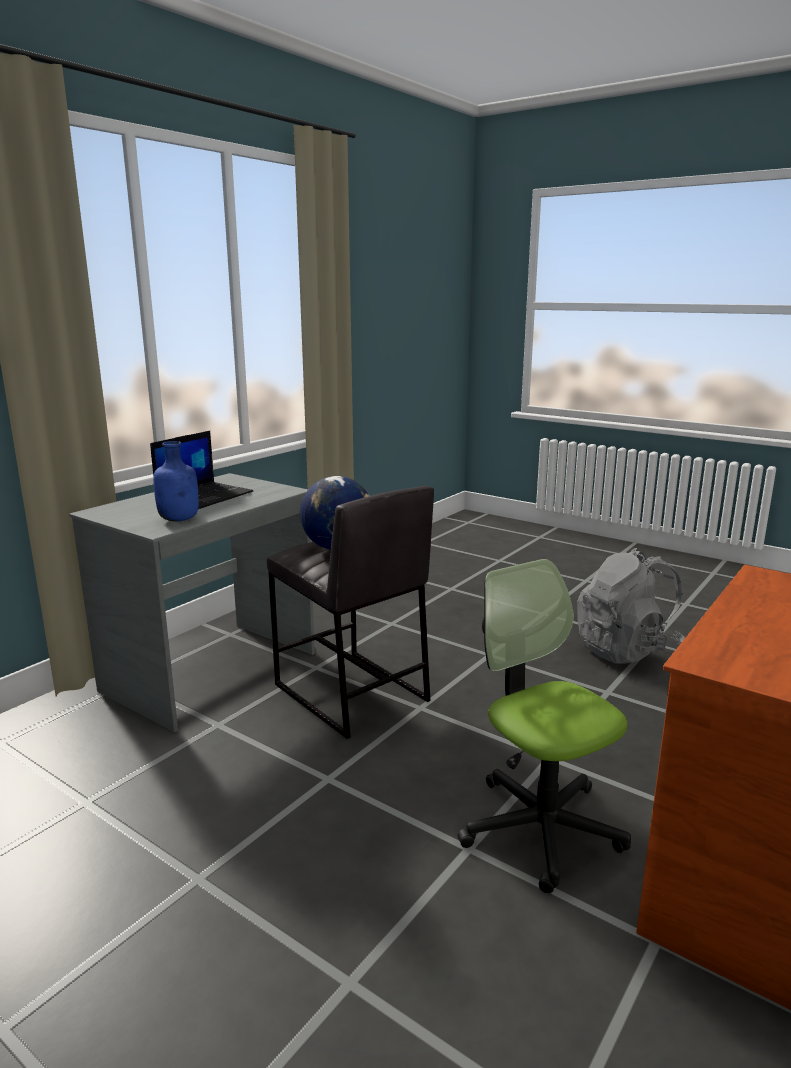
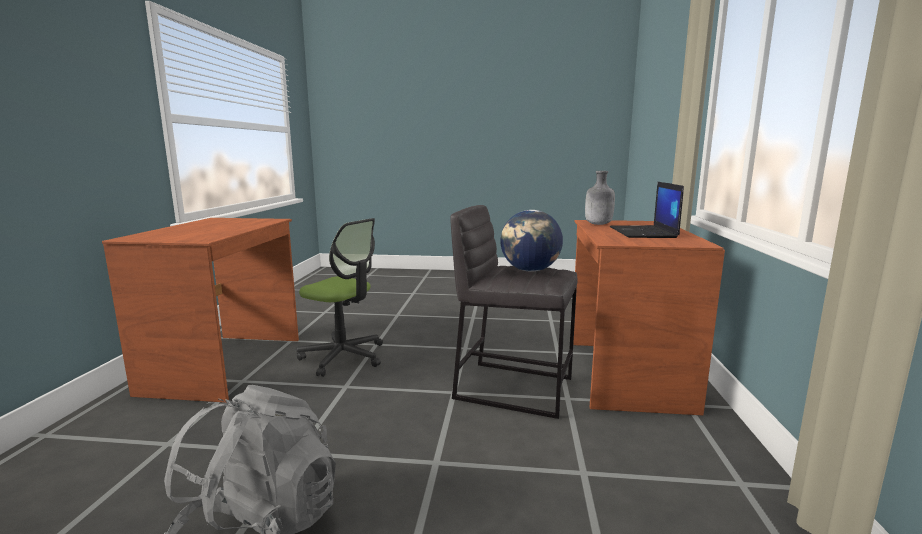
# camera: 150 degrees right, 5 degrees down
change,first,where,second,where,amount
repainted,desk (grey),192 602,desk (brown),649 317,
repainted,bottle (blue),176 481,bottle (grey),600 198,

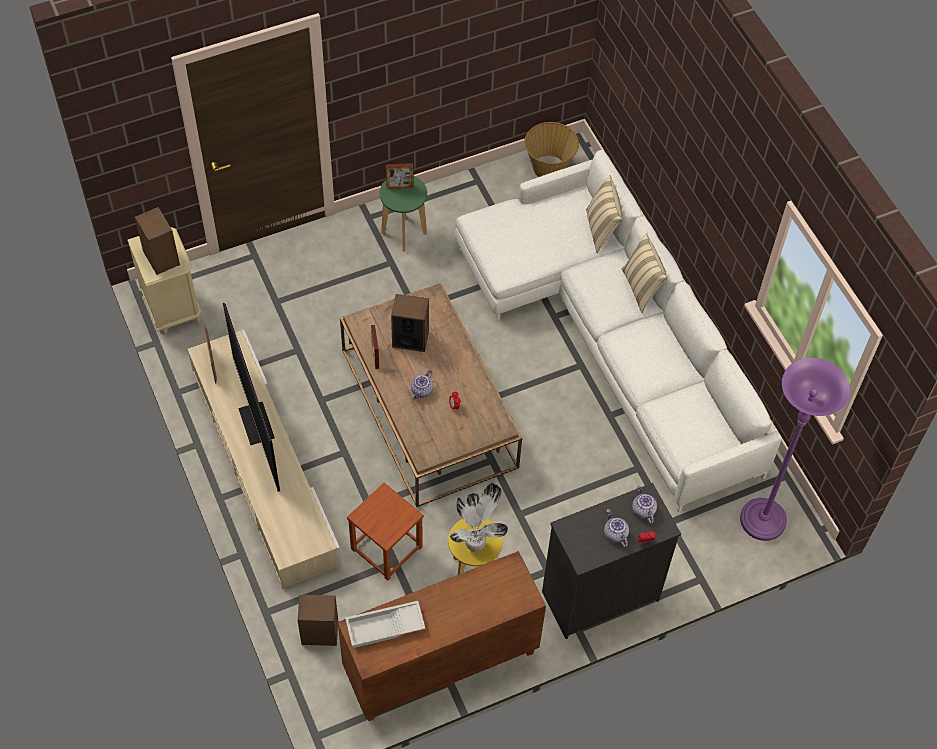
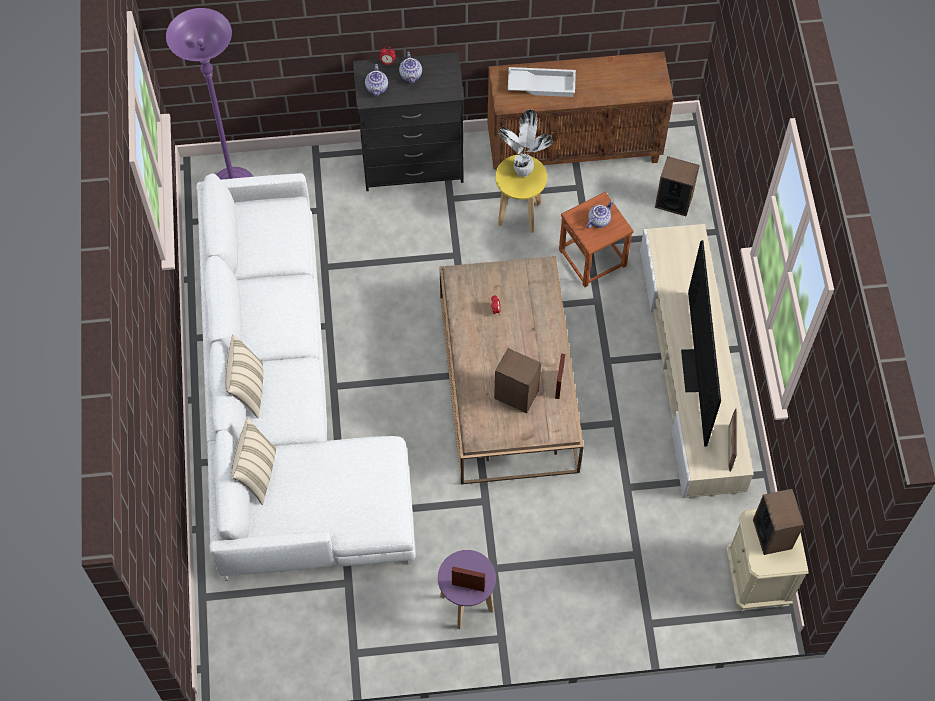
# camera: 160 degrees left, 5 degrees up
change,first,where,second,where,amount
shifted,tray (white),385 624,,542 82,
repainted,stool (green),403 213,stool (purple),467 589,
shifted,teapot,422 384,,600 214,
gone,basket,551 149,,,

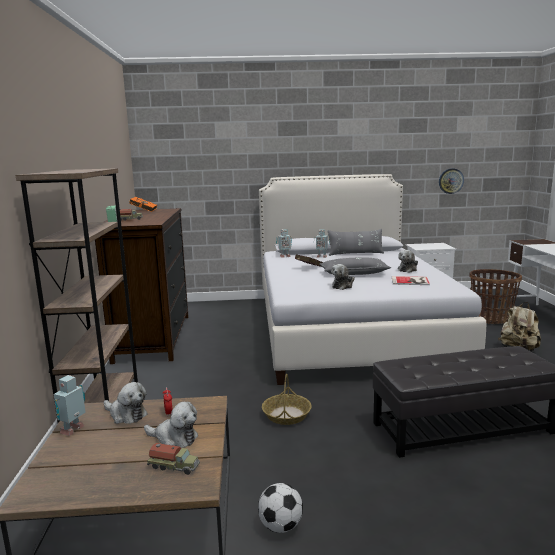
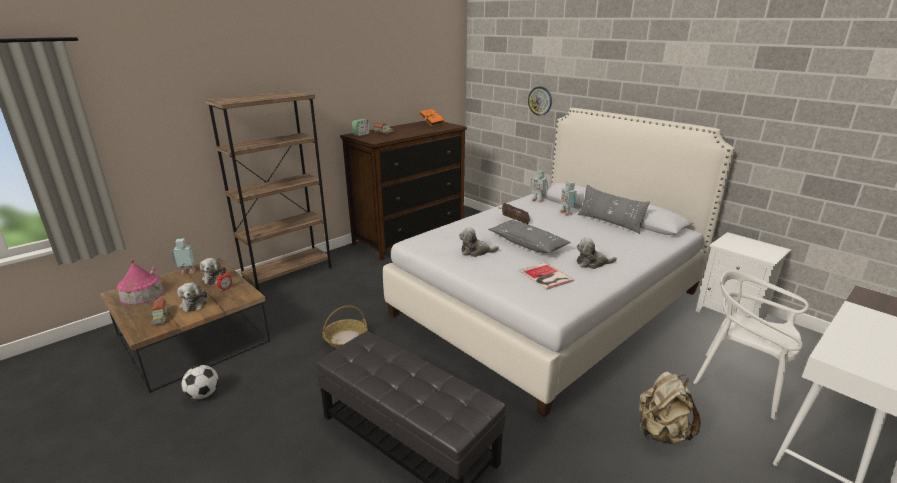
# camera: 50 degrees right, 10 degrees up
change,first,where,second,where,amount
shifted,wall clock,451 181,,540 101,
swapped,basket,495 296,chair (white),751 345,
new,,,toy house,140 282,

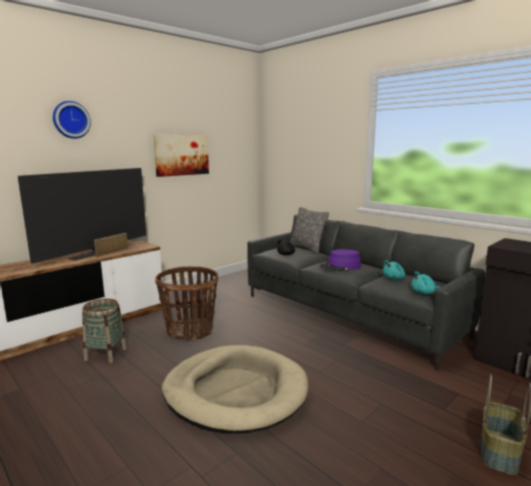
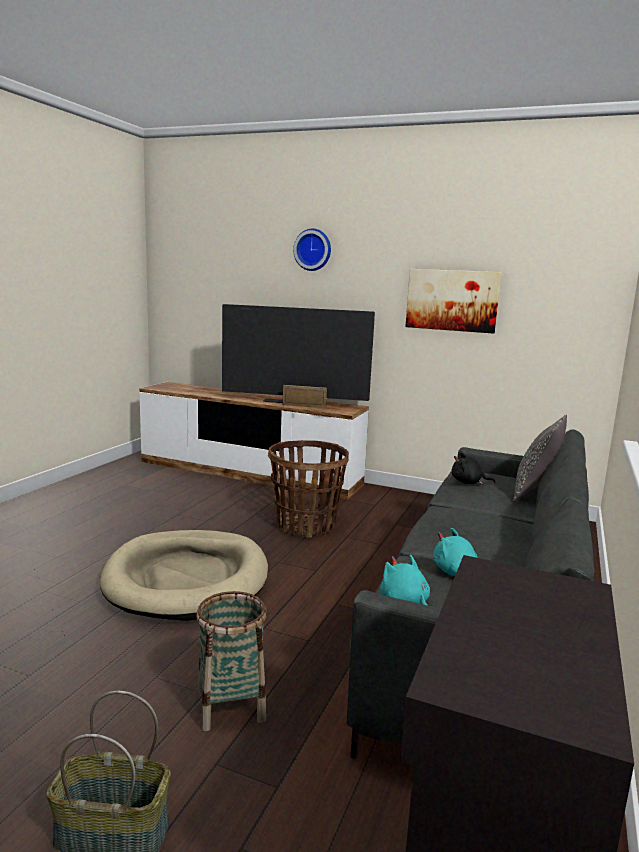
# camera: 65 degrees right, 0 degrees up
change,first,where,second,where,amount
shifted,basket,104 331,,231 661,
gone,hat (purple),340 260,,,

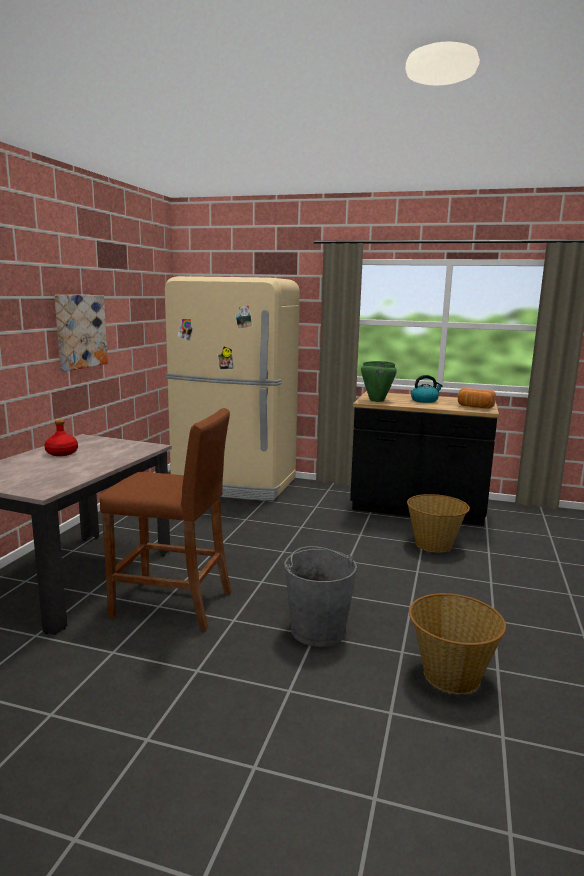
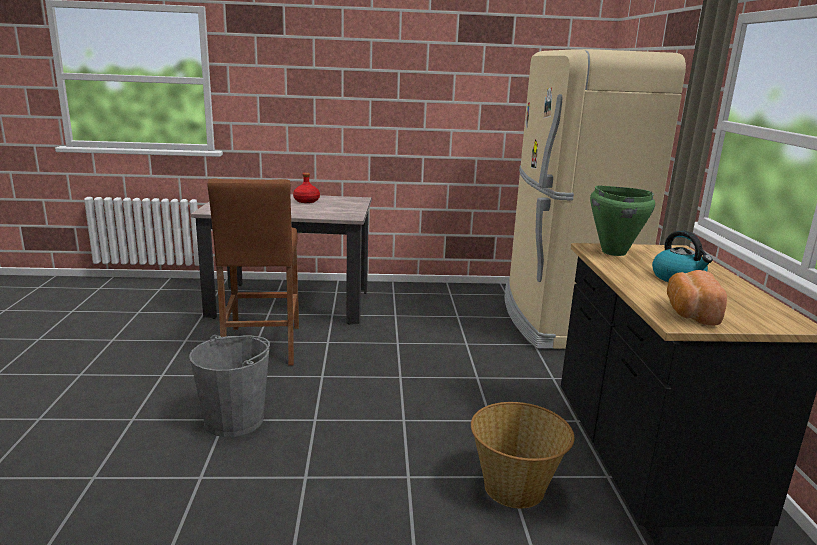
# camera: 70 degrees right, 5 degrees up
change,first,where,second,where,amount
gone,picture,81 333,,,
gone,basket,457 643,,,

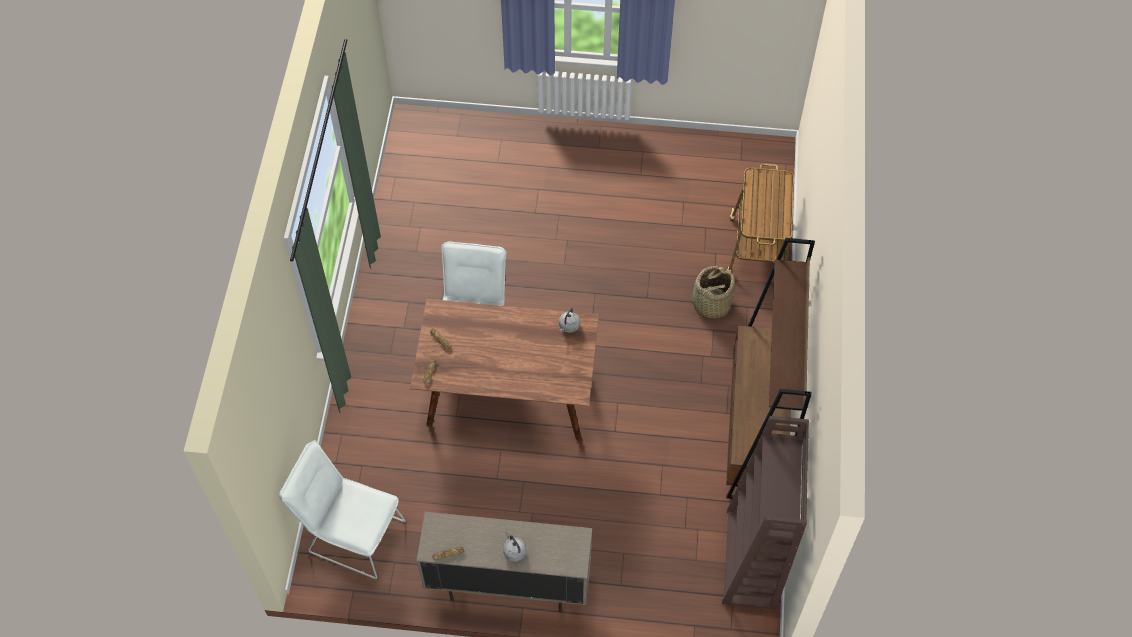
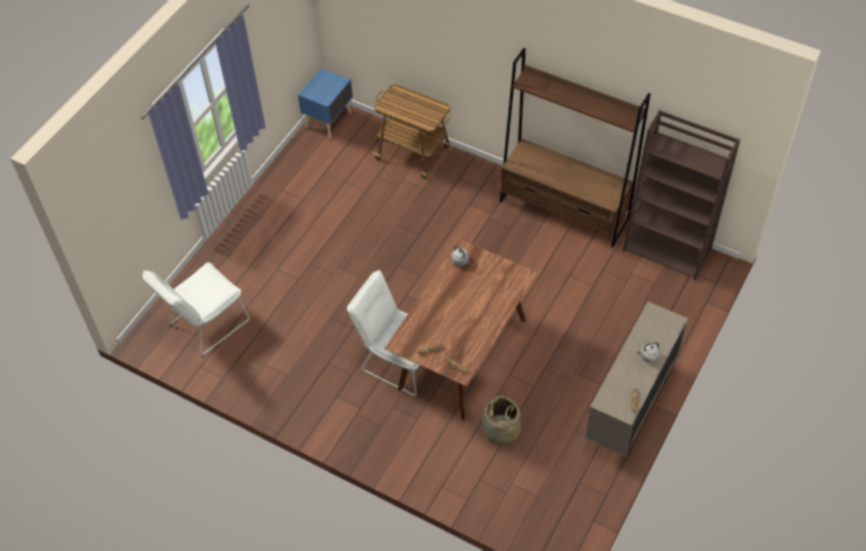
# camera: 65 degrees left, 5 degrees down
change,first,where,second,where,amount
shifted,chair (white),342 509,,196 308,
shifted,basket,713 292,,501 421,
new,,,nightstand (blue),325 103,

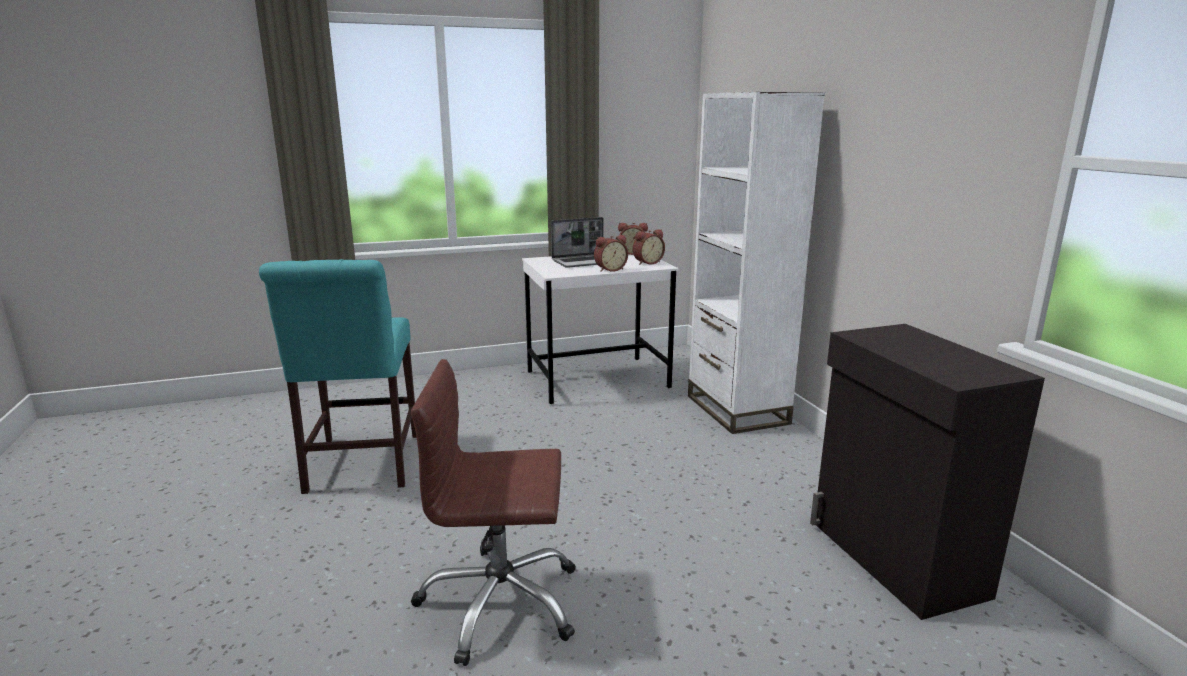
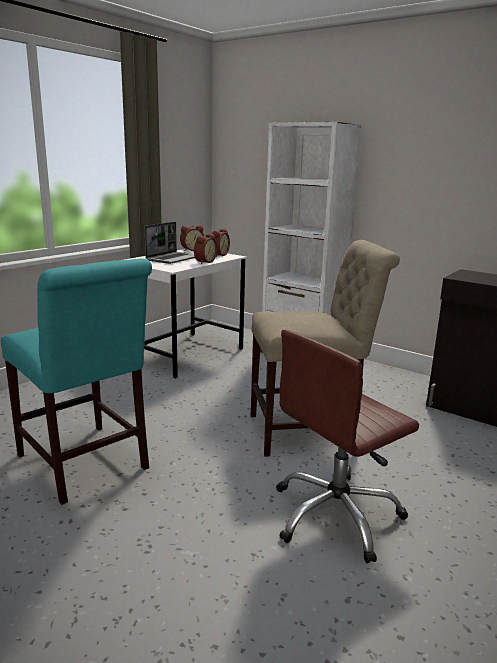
# camera: 35 degrees left, 0 degrees up
change,first,where,second,where,amount
new,,,chair (beige),325 348,

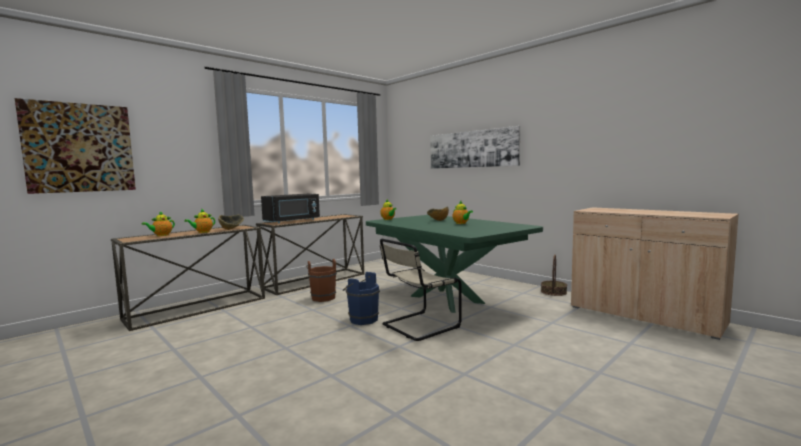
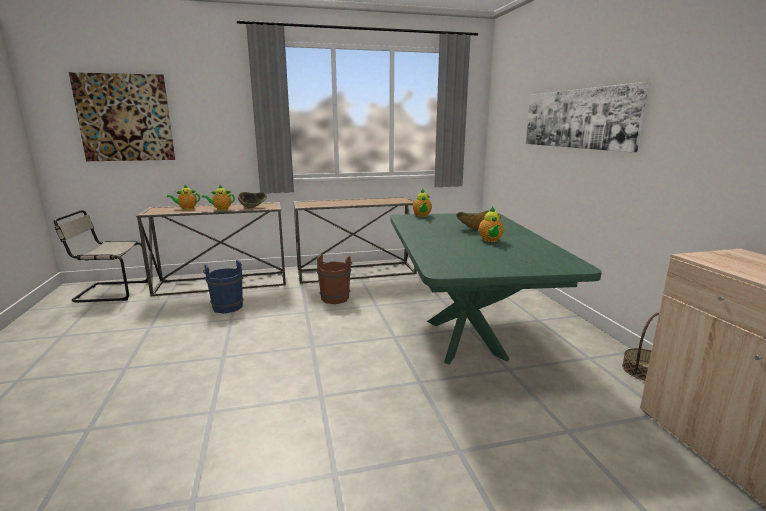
# camera: 30 degrees right, 10 degrees up
change,first,where,second,where,amount
gone,microwave (black),290 208,,,
shifted,bucket (blue),361 298,,223 286,
shifted,chair (beige),421 290,,101 256,

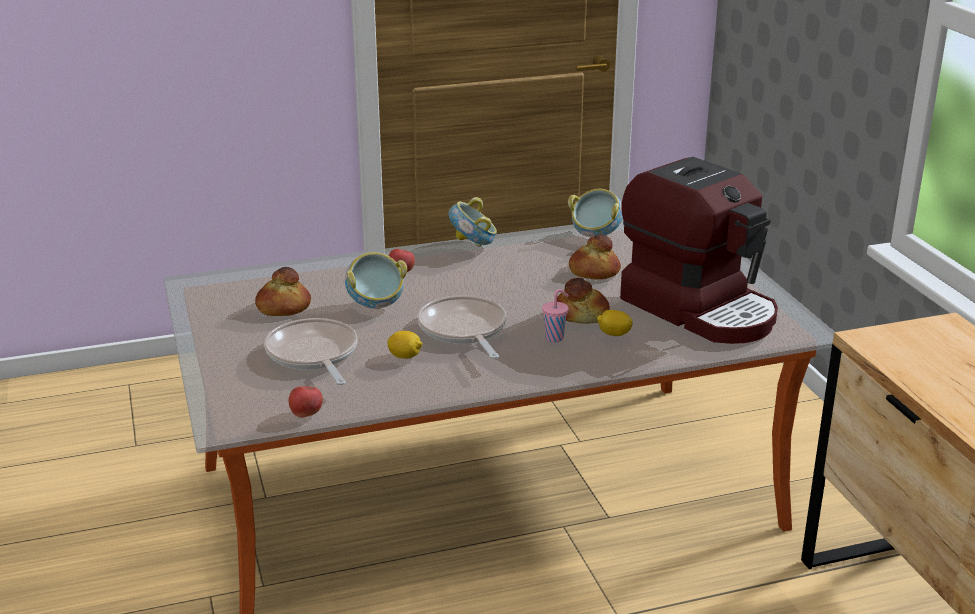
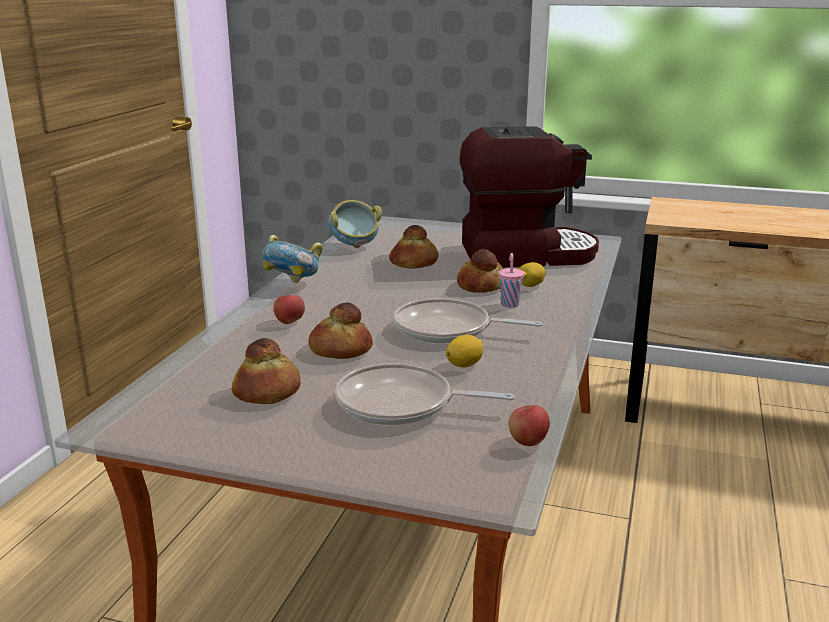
# camera: 55 degrees left, 5 degrees down
change,first,where,second,where,amount
swapped,bowl,376 280,bread,341 330,

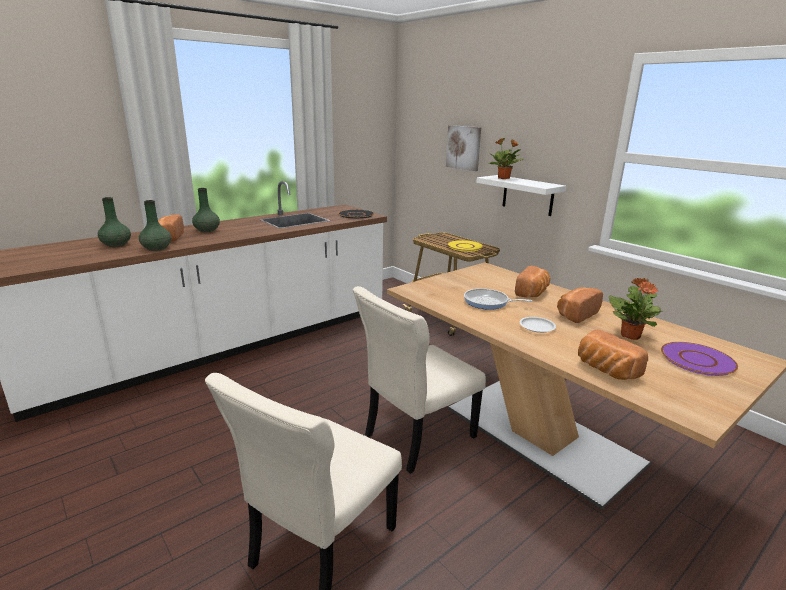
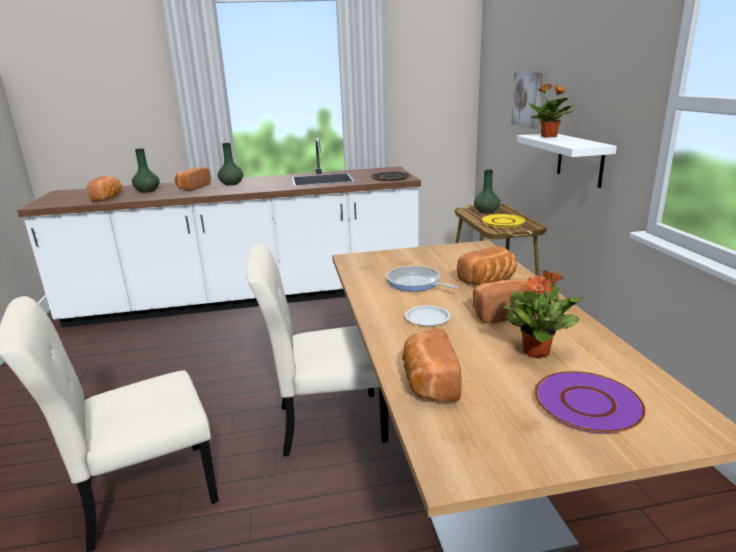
# camera: 30 degrees right, 0 degrees up
change,first,where,second,where,amount
shifted,vase (green),155 225,,487 191,
new,,,bread,104 189,

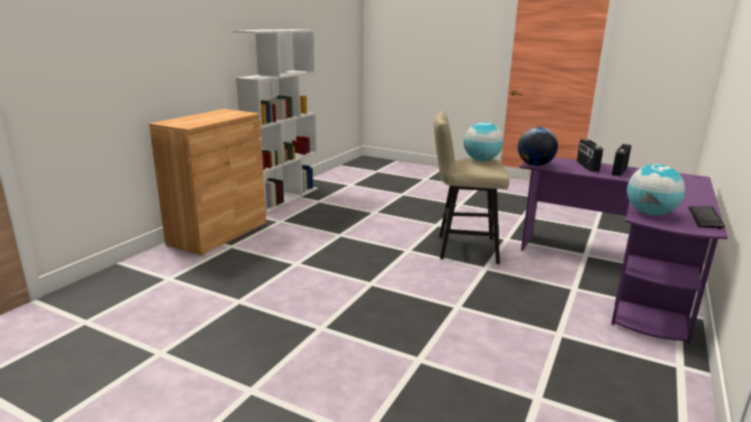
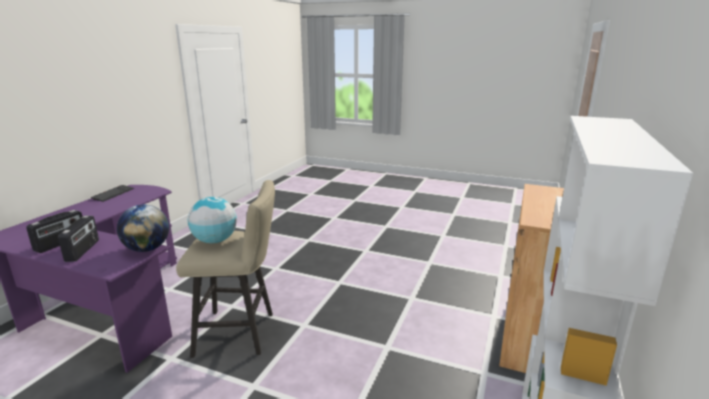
# camera: 175 degrees right, 0 degrees up
change,first,where,second,where,amount
gone,globe,656 189,,,

